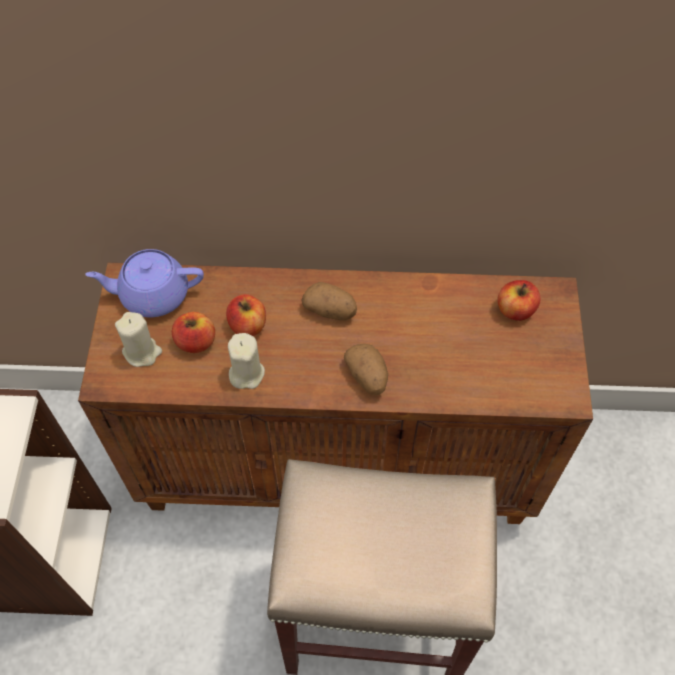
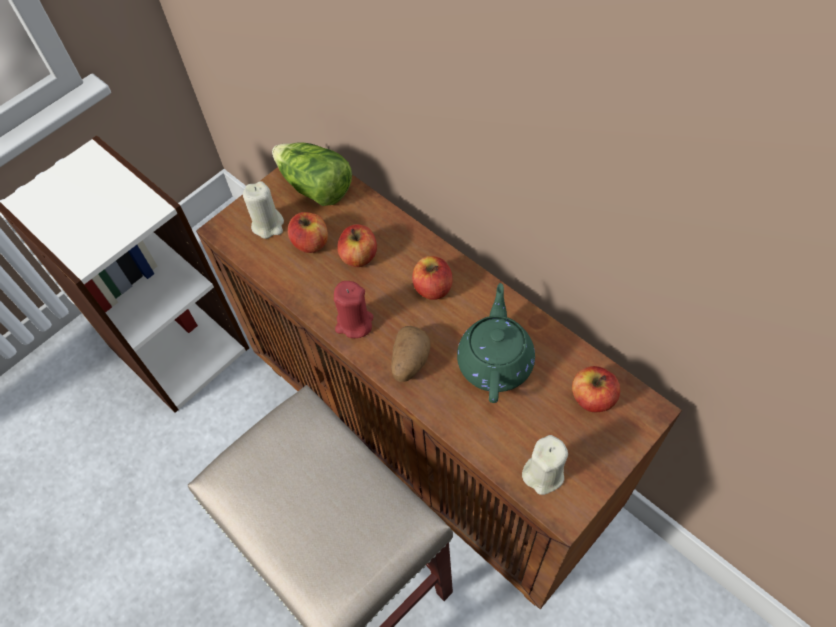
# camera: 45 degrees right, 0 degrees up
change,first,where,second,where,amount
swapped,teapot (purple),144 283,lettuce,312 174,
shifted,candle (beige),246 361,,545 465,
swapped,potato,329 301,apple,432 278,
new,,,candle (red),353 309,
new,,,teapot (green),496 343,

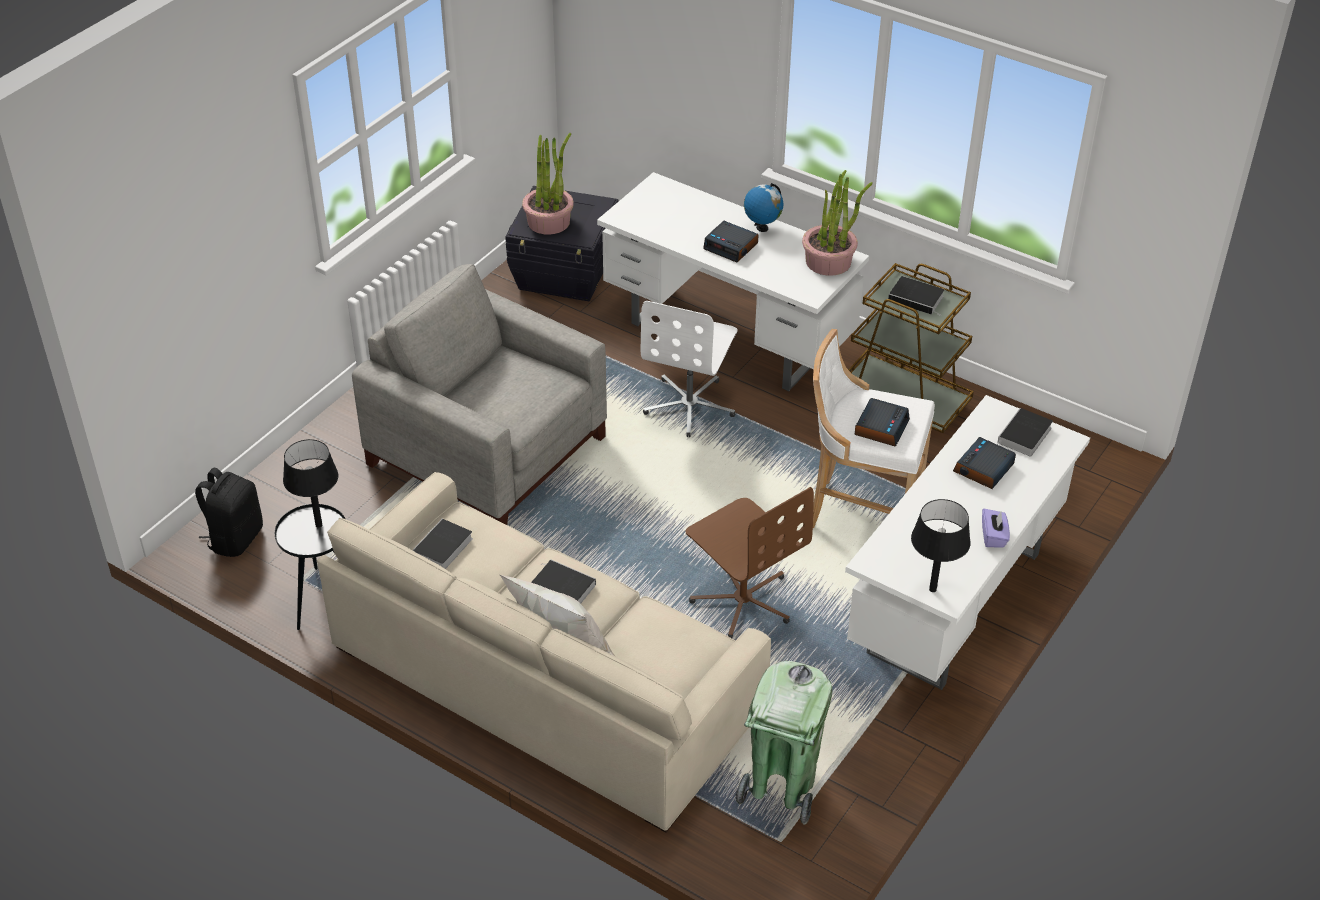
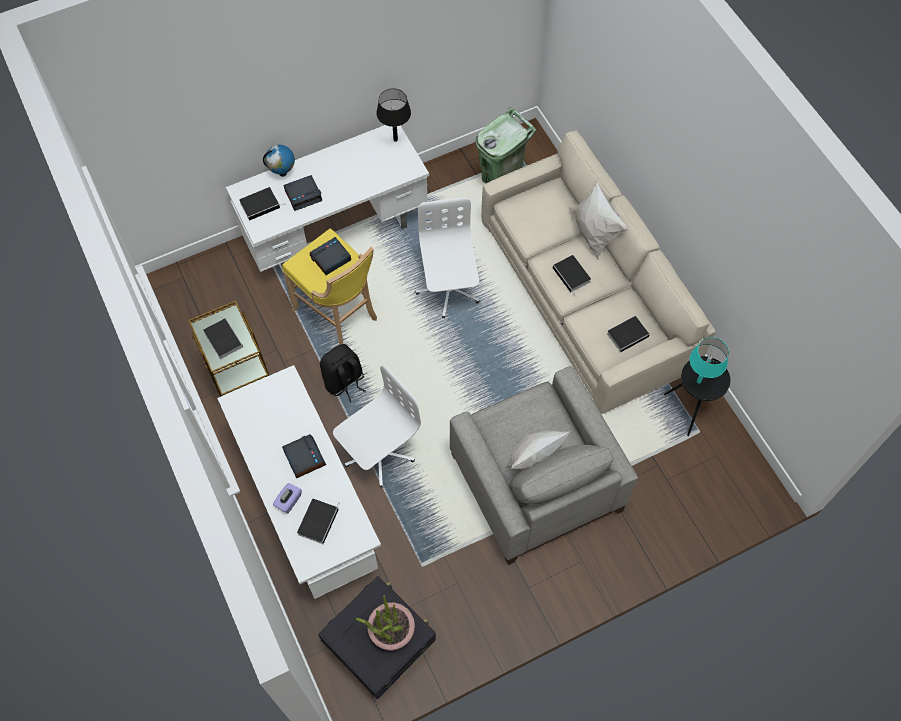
# camera: 150 degrees left, 20 degrees up
change,first,where,second,where,amount
shifted,backpack (black),229 512,,342 373,
repainted,table lamp (black),310 483,table lamp (turquoise),709 360,
repainted,office chair (brown),750 562,office chair (white),447 257,
shifted,globe,763 207,,279 161,
gone,potted plant,837 223,,,
repainted,stool (white),874 428,stool (yellow),329 287,
shifted,tissue box (purple),996 528,,287 498,
new,,,book,318 521,
new,,,pillow (white),538 449,

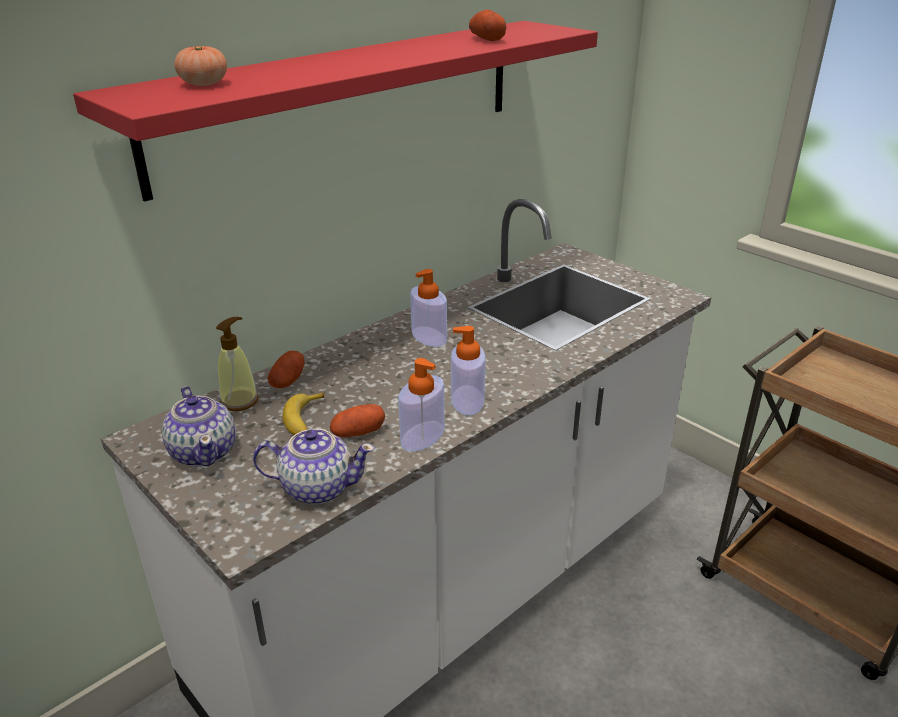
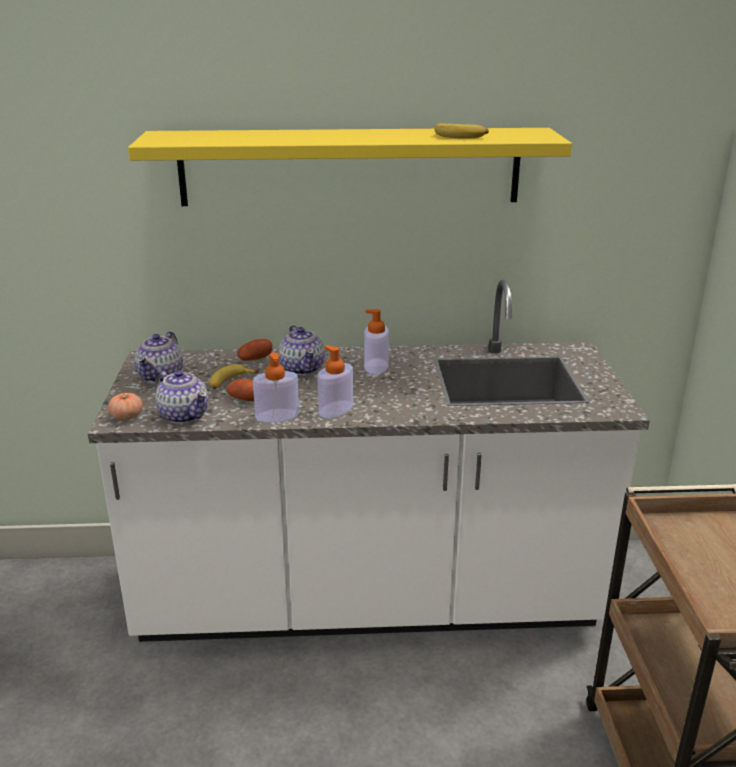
# camera: 40 degrees right, 5 degrees down
change,first,where,second,where,amount
repainted,shelf (red),335 111,shelf (yellow),350 167,
shifted,tomato,200 65,,125 406,
gone,soap dispenser,237 364,,,
swapped,potato,487 25,banana,461 131,
new,,,teapot,302 350,

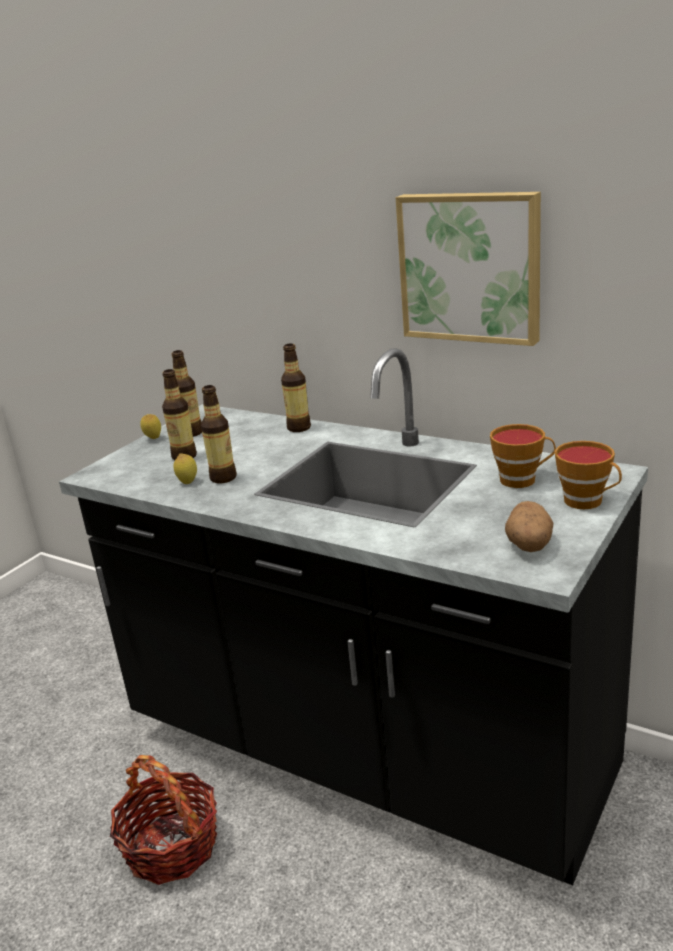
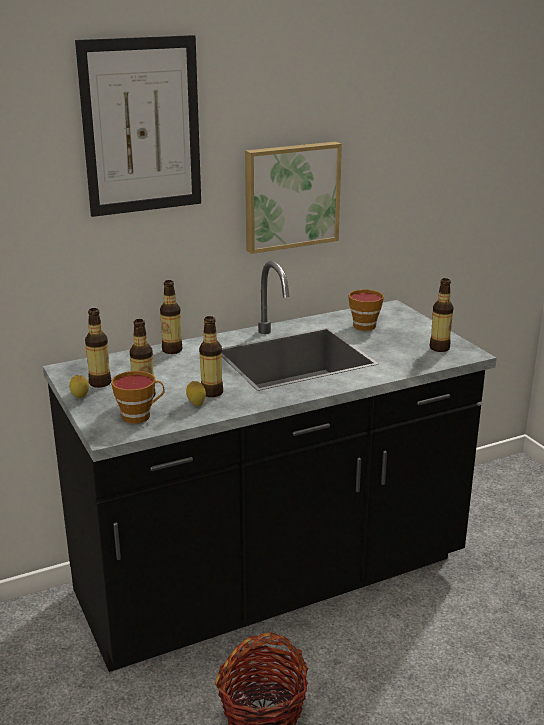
# camera: 60 degrees left, 0 degrees up
change,first,where,second,where,amount
swapped,potato,529 526,bottle,441 315,
shifted,cup,588 475,,138 397,
new,,,picture,138 126,

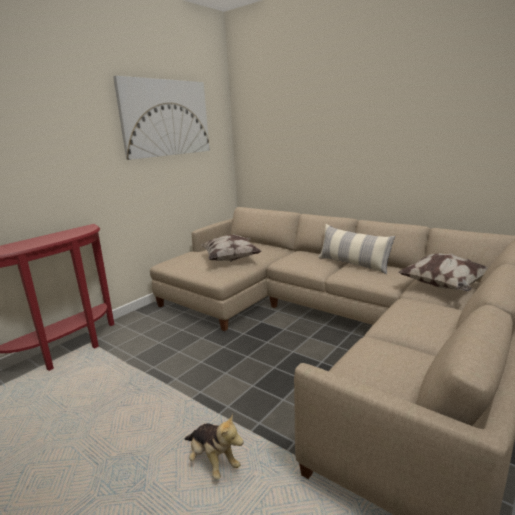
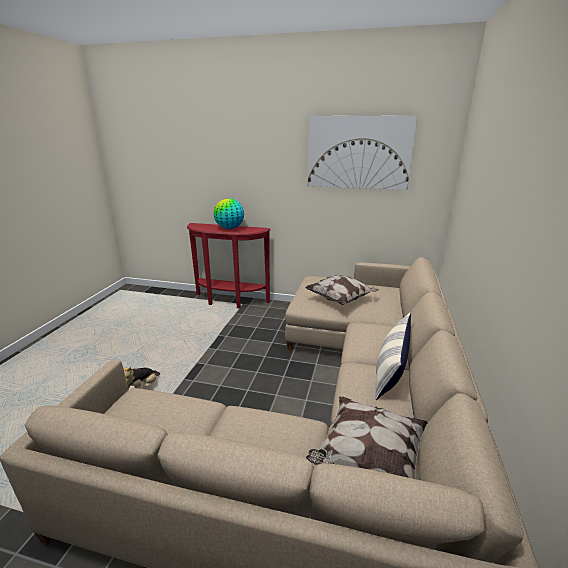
# camera: 65 degrees right, 5 degrees up
change,first,where,second,where,amount
new,,,globe,229 213,

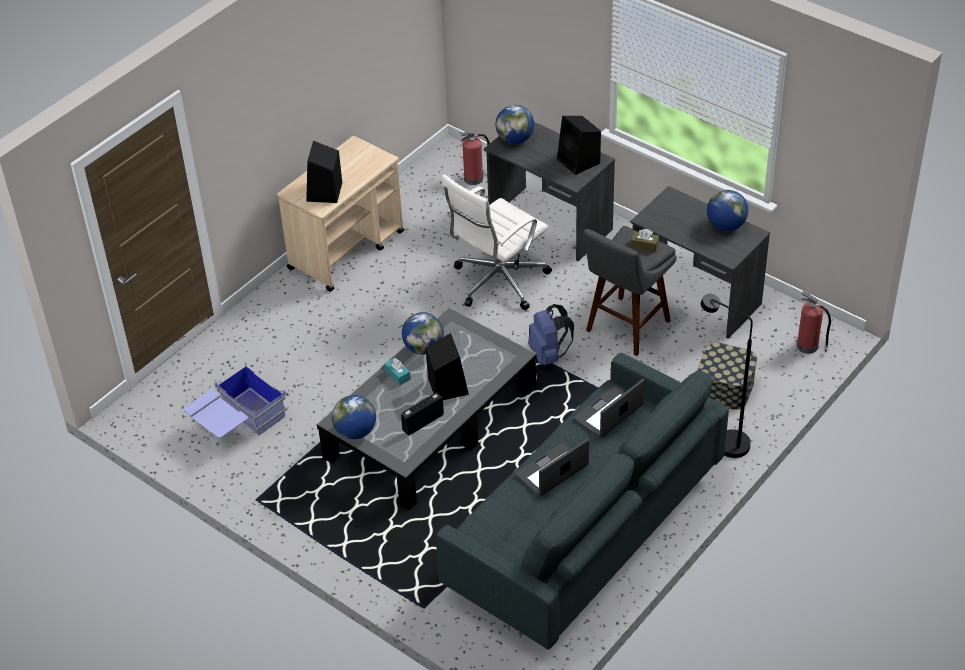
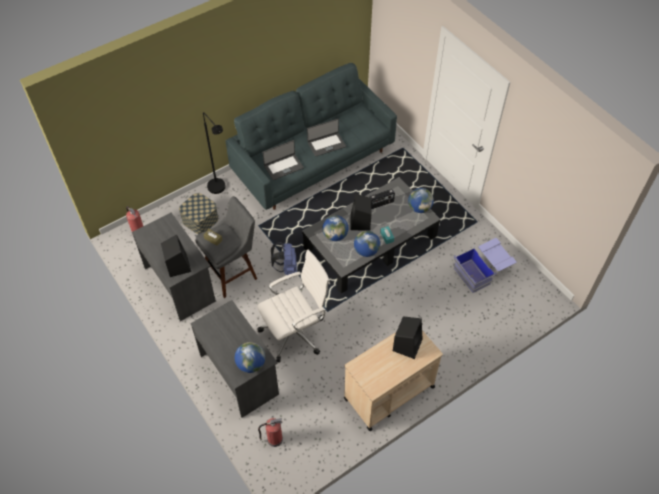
# camera: 165 degrees left, 10 degrees up
change,first,where,second,where,amount
shifted,speaker (black),579 145,,176 255,
shifted,globe,727 210,,335 228,

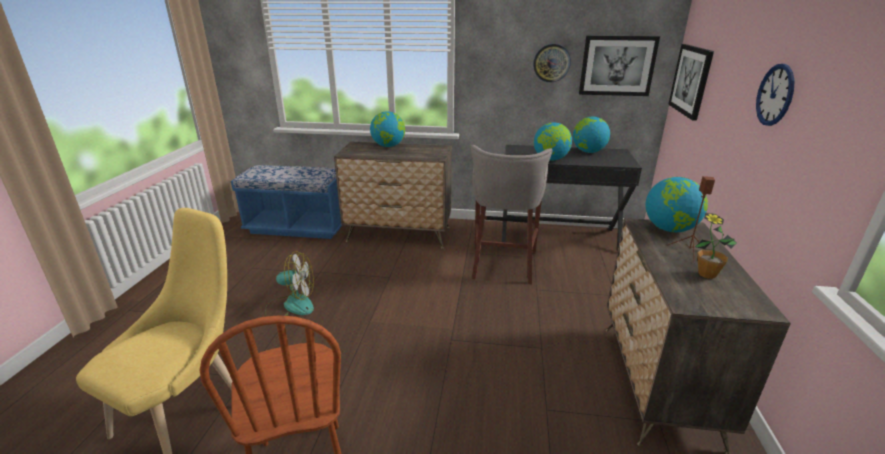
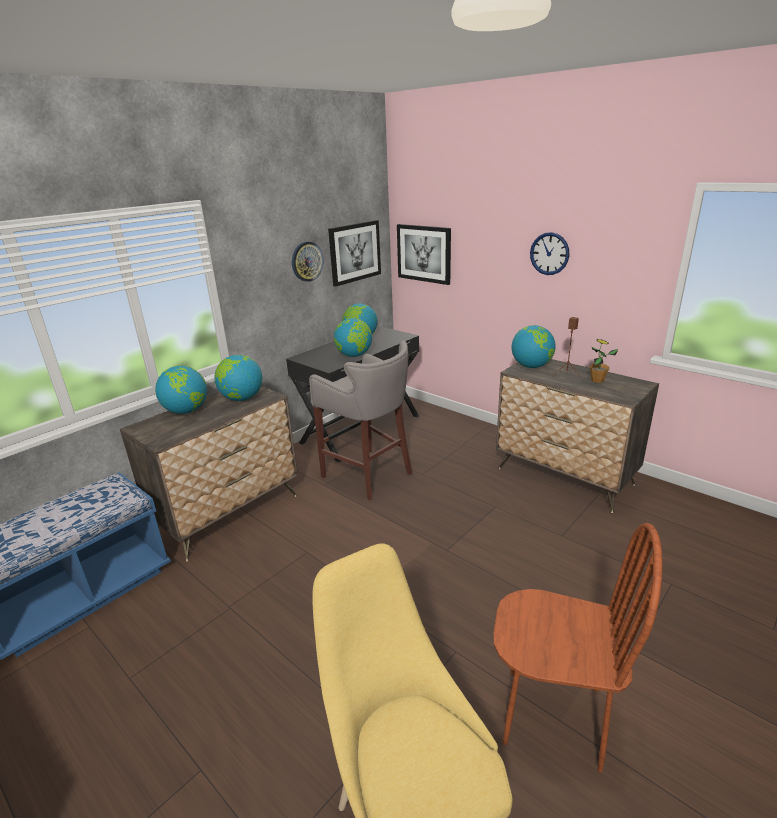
# camera: 55 degrees left, 0 degrees up
change,first,where,second,where,amount
gone,fan,289 284,,,
new,,,globe,239 378,

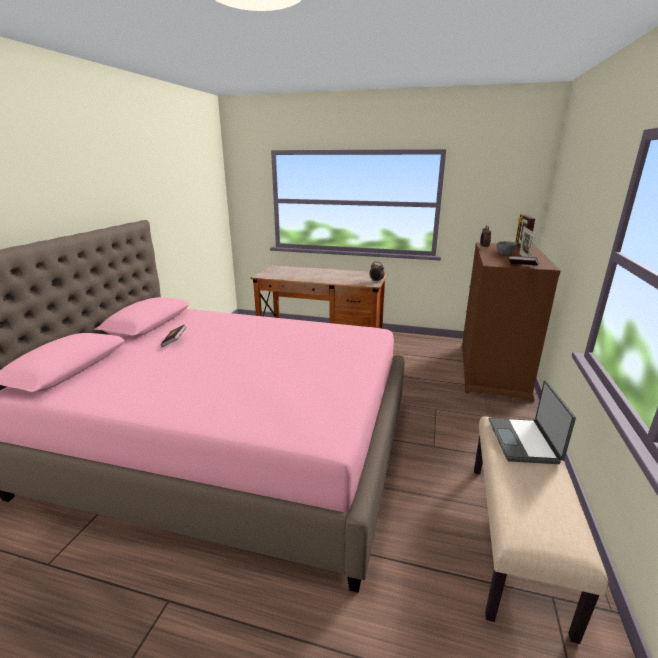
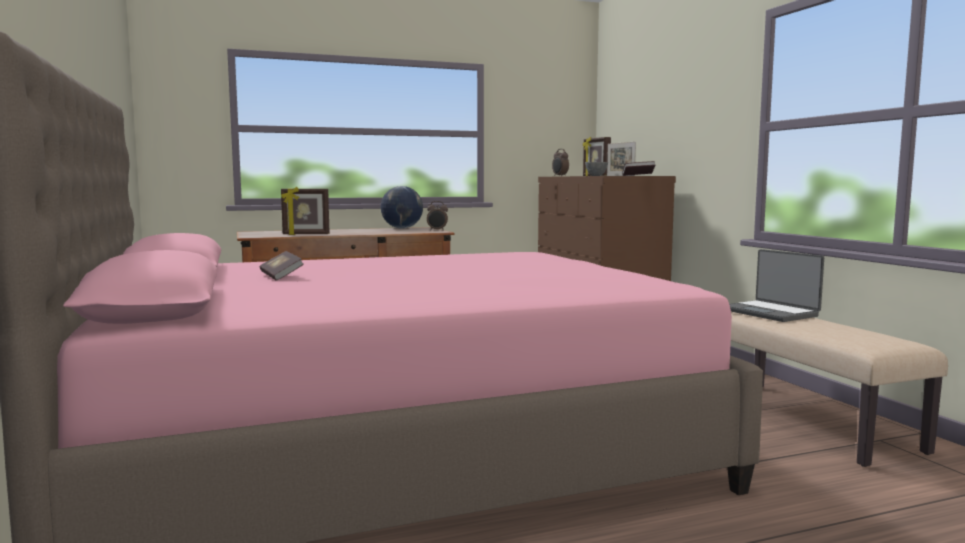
# camera: 35 degrees left, 15 degrees down
change,first,where,second,where,amount
new,,,picture frame,305 211,
new,,,globe,402 207,

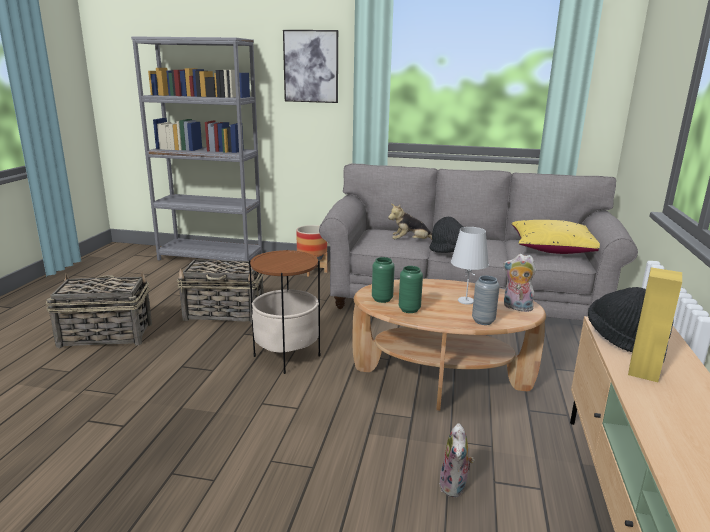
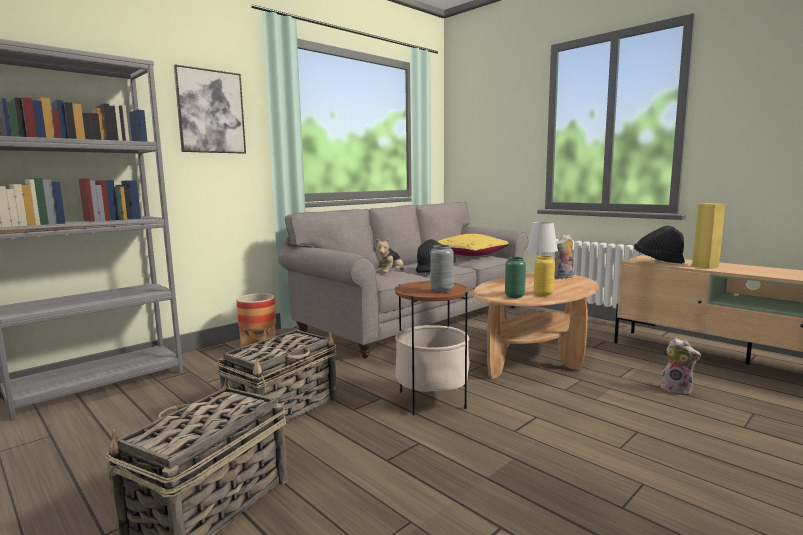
# camera: 55 degrees left, 10 degrees down
change,first,where,second,where,amount
repainted,vase (green),411 289,vase (yellow),544 275,
shifted,vase (grey),486 300,,442 269,

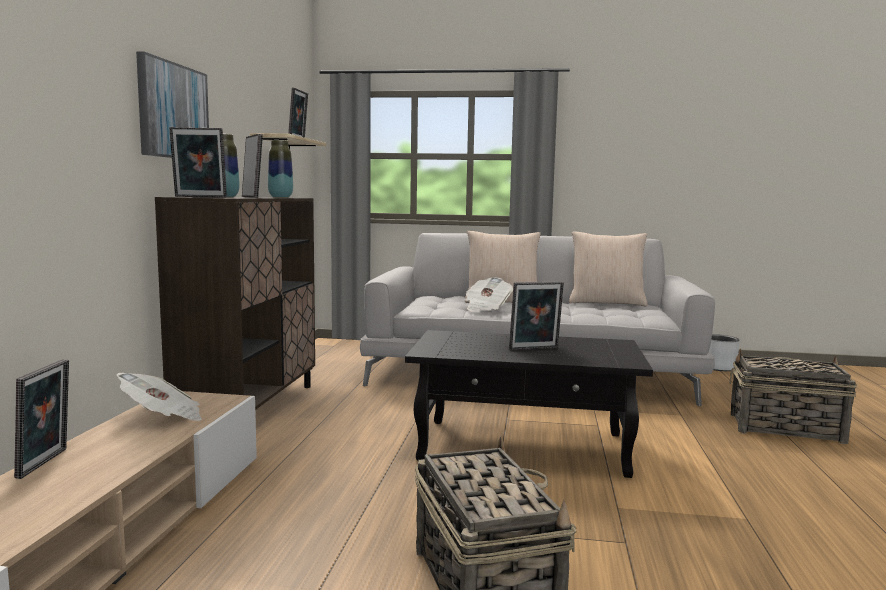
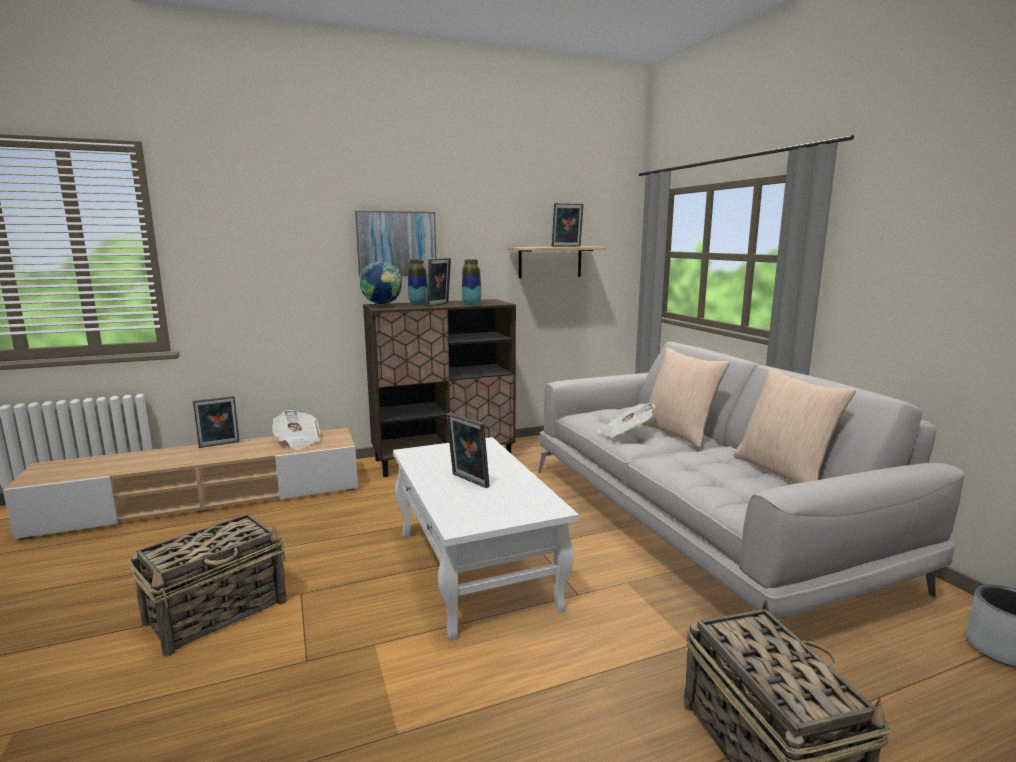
# camera: 60 degrees right, 5 degrees up
change,first,where,second,where,amount
swapped,picture frame,198 162,globe,380 284,
repainted,coffee table (black),529 404,coffee table (white),486 539,

